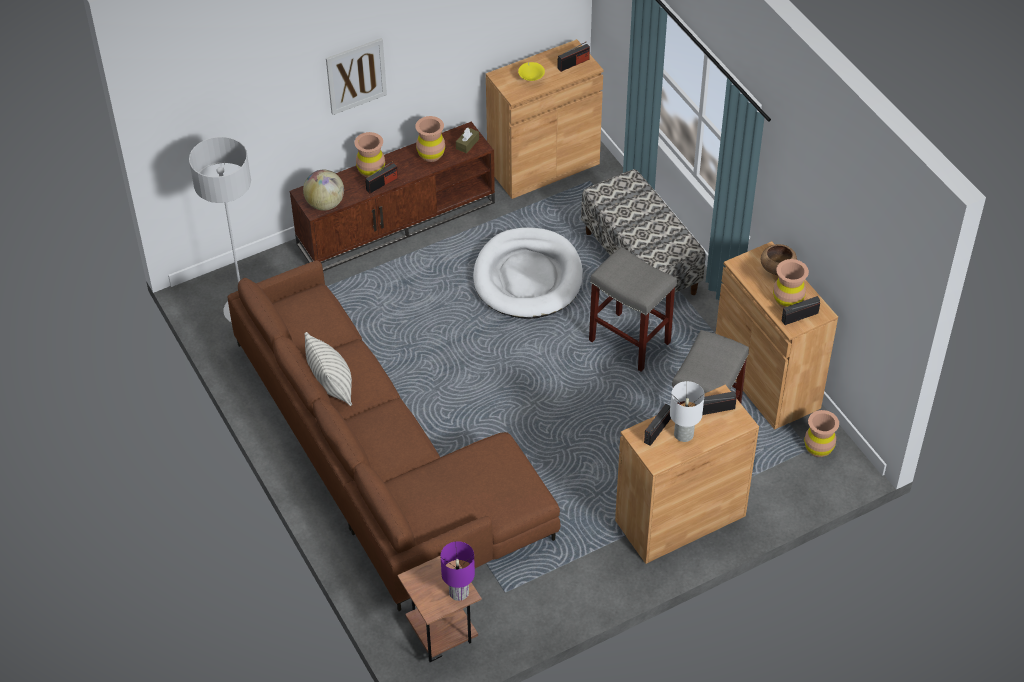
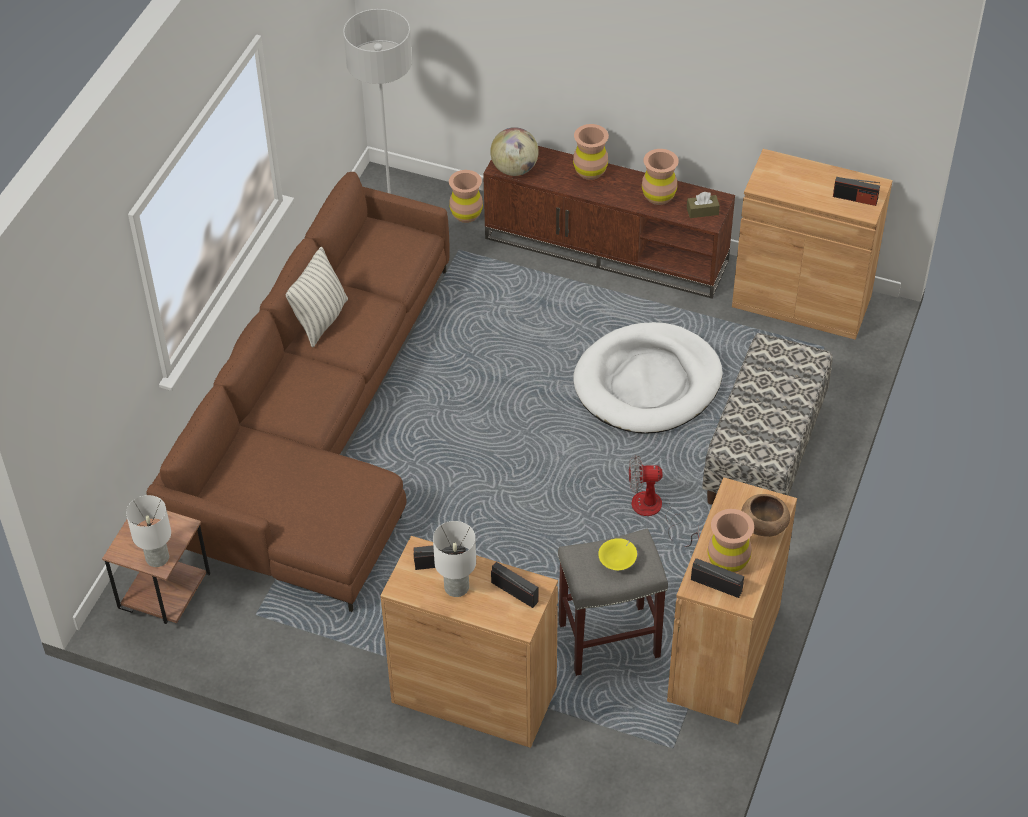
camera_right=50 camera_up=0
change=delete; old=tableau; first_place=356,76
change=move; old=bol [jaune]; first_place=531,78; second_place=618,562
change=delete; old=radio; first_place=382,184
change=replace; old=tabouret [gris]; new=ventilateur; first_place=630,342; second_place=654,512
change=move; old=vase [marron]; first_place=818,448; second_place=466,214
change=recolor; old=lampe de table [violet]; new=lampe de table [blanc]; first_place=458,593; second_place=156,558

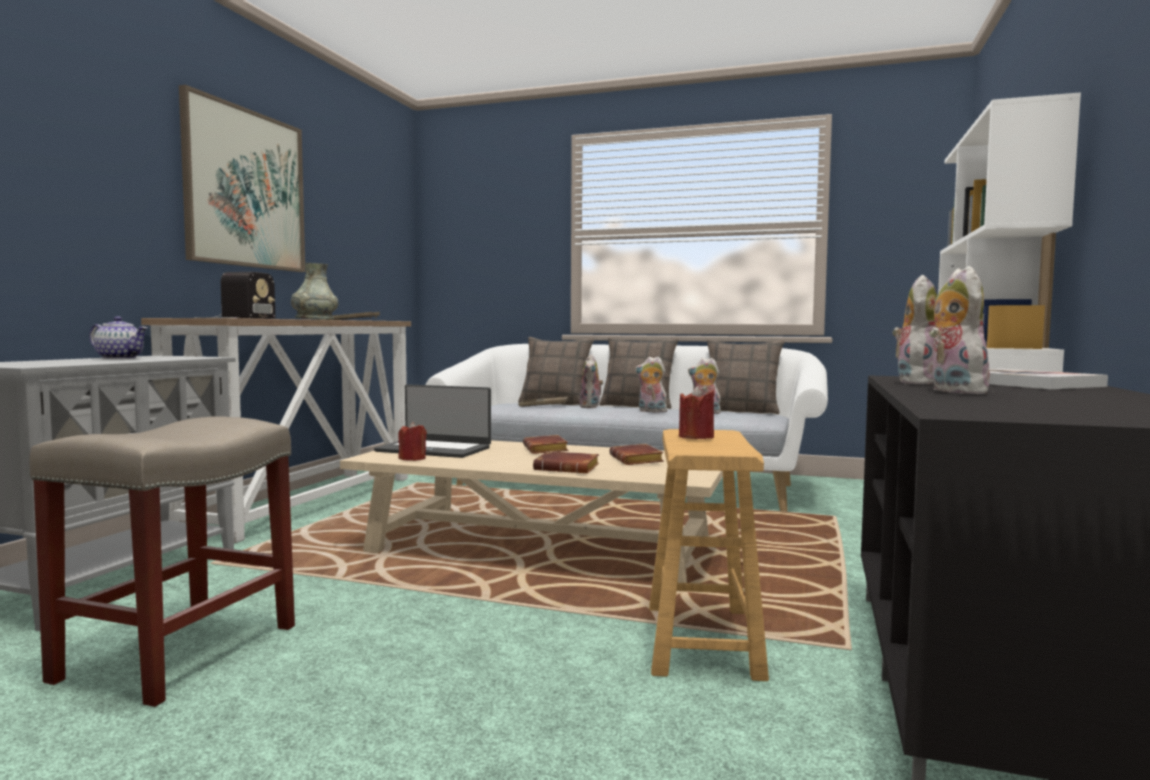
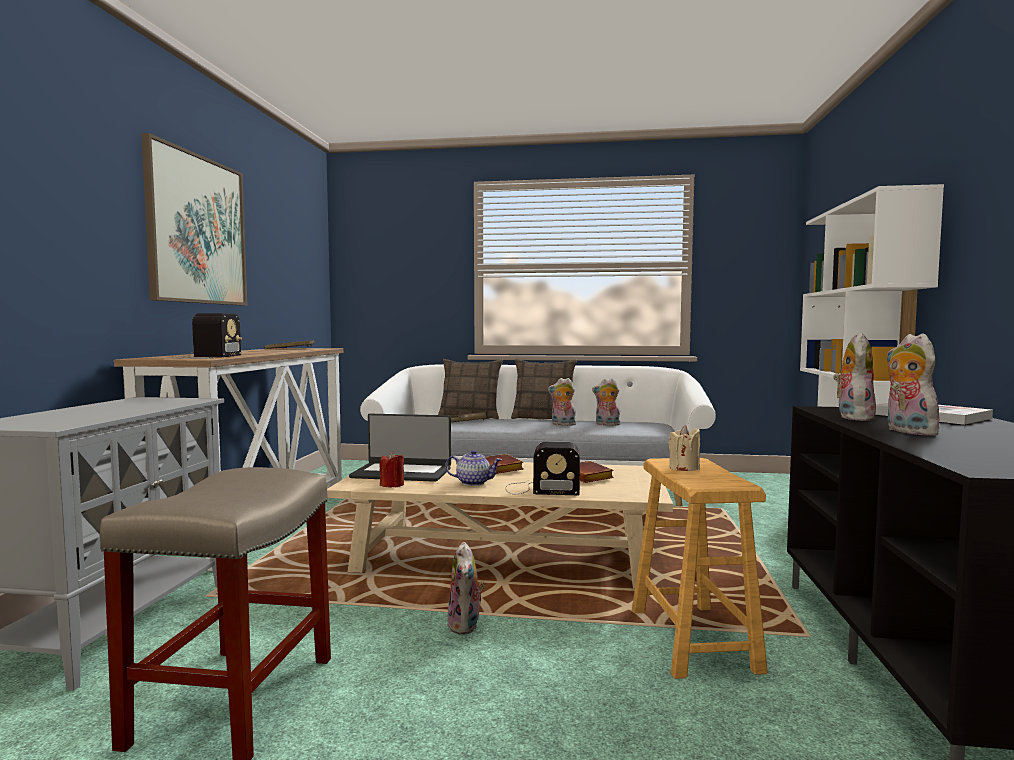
camera_right=-10 camera_up=0
change=delete; old=vase [gris]; first_place=314,319
change=move; old=théière; first_place=120,358; second_place=474,483
change=delete; old=coussin; first_place=741,411
change=move; old=peluche; first_place=591,407; second_place=466,625
change=recolor; old=bougie [rouge]; new=bougie [beige]; first_place=696,437; second_place=684,468
change=replace; old=livre [marron]; new=radio; first_place=568,468; second_place=539,489

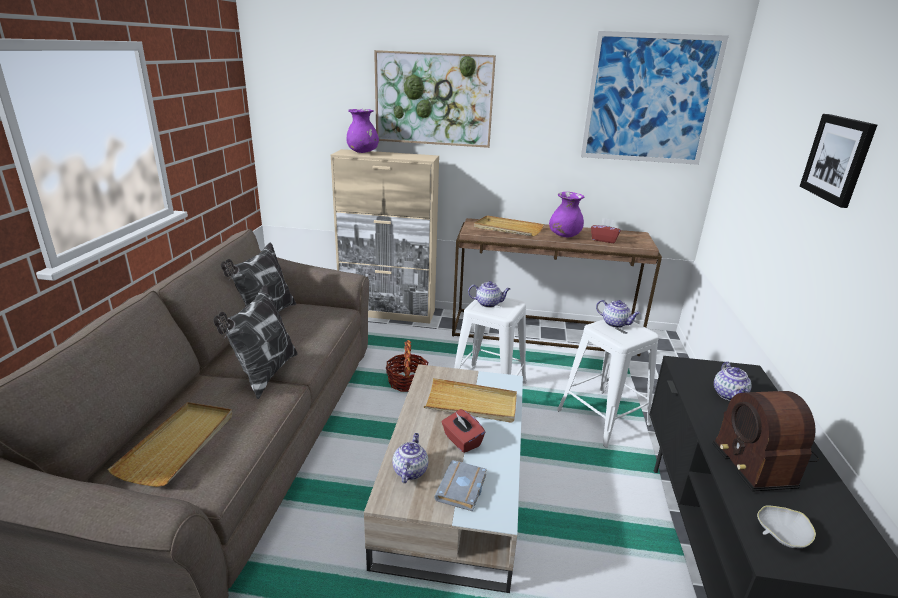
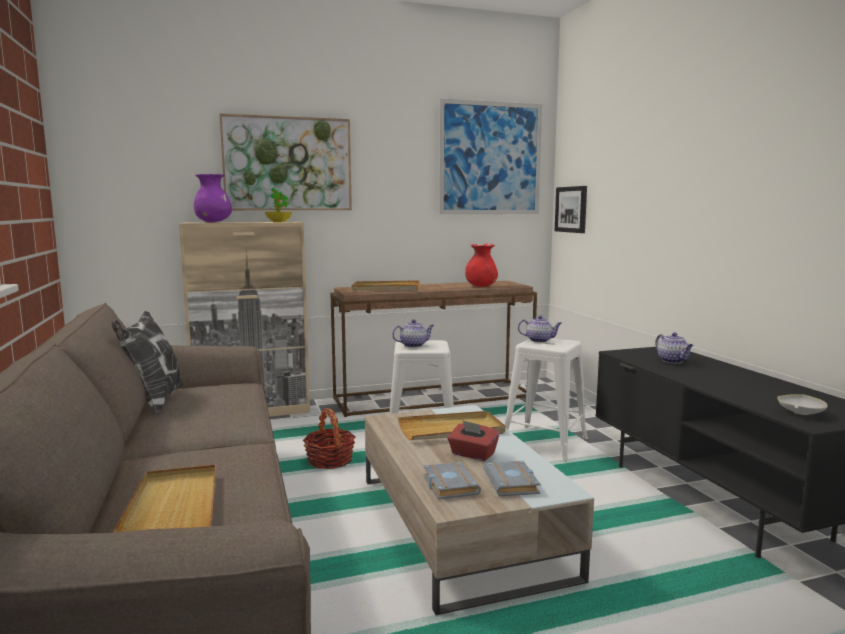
camera_right=-25 camera_up=-15
change=move; old=tableau; first_place=838,159; second_place=571,209
change=delete; old=vase [violet]; first_place=564,236
change=replace; old=boîte à mouchoirs [rouge]; new=vase [rouge]; first_place=604,240; second_place=481,286
change=delete; old=coussin; first_place=264,375
change=delete; old=radio; first_place=761,457
change=replace; old=théière; new=livre [gris]; first_place=410,471; second_place=448,484
change=insert; new=plante en pot; second_place=278,222

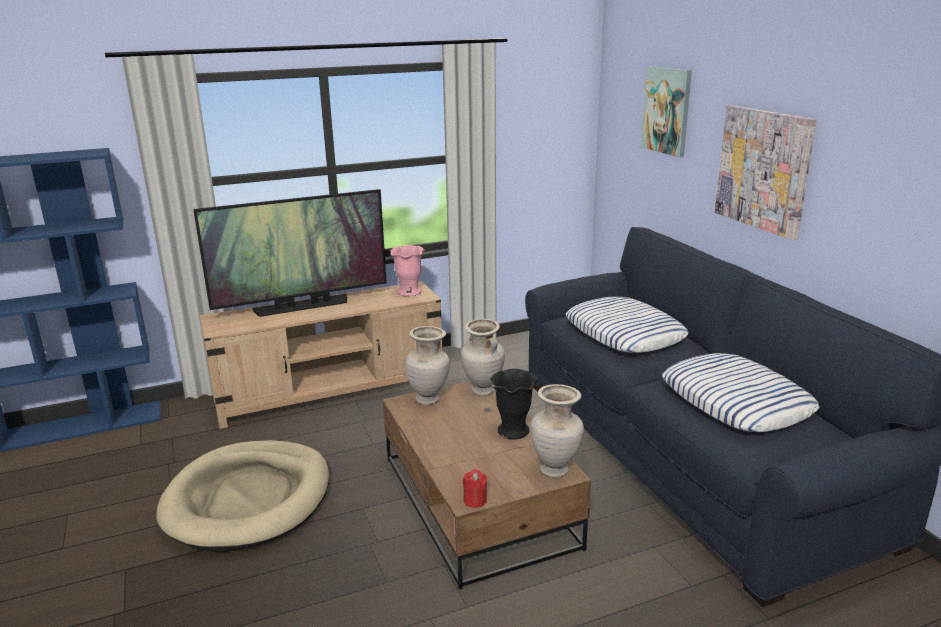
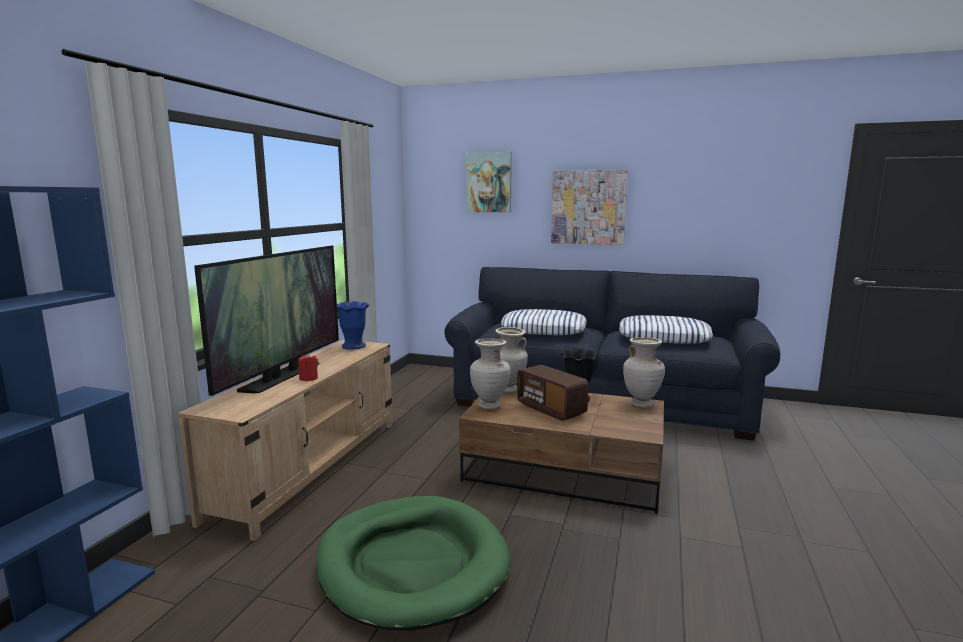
camera_right=-50 camera_up=-10
change=recolor; old=vase [rose]; new=vase [bleu]; first_place=409,292; second_place=353,346
change=recolor; old=panier pour chien [beige]; new=panier pour chien [vert]; first_place=248,499; second_place=412,564
change=move; old=bougie [rouge]; first_place=475,500; second_place=308,378
change=insert; new=radio; second_place=551,409

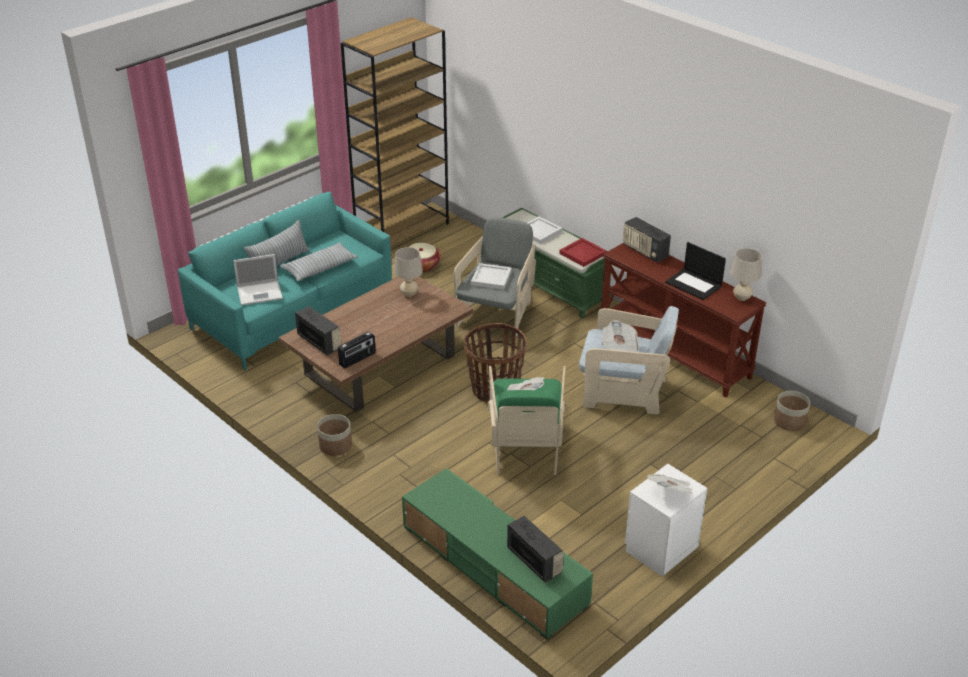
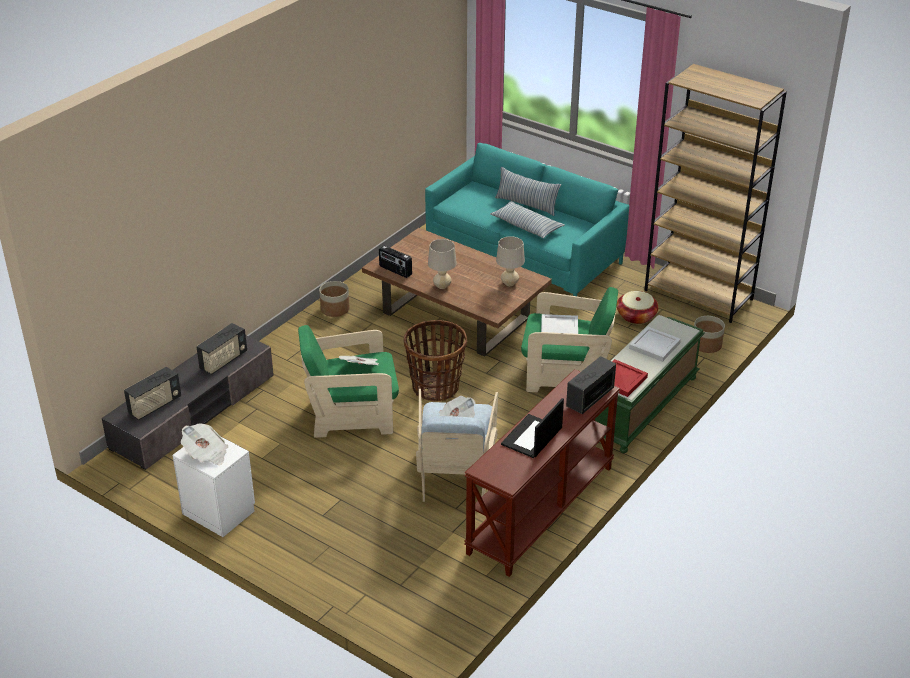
camera_right=80 camera_up=0
change=recolor; old=fauteuil [gris]; new=fauteuil [vert]; first_place=496,314; second_place=566,375
change=move; old=lampe de table [beige]; first_place=742,297; second_place=442,286
change=delete; old=ordinateur portable; first_place=260,293
change=move; old=radio; first_place=319,342; second_place=224,361
change=move; old=cache-pot; first_place=790,422; second_place=706,345
change=recolor; old=meuble télé [vert]; new=meuble télé [gris]; first_place=493,565; second_place=193,412

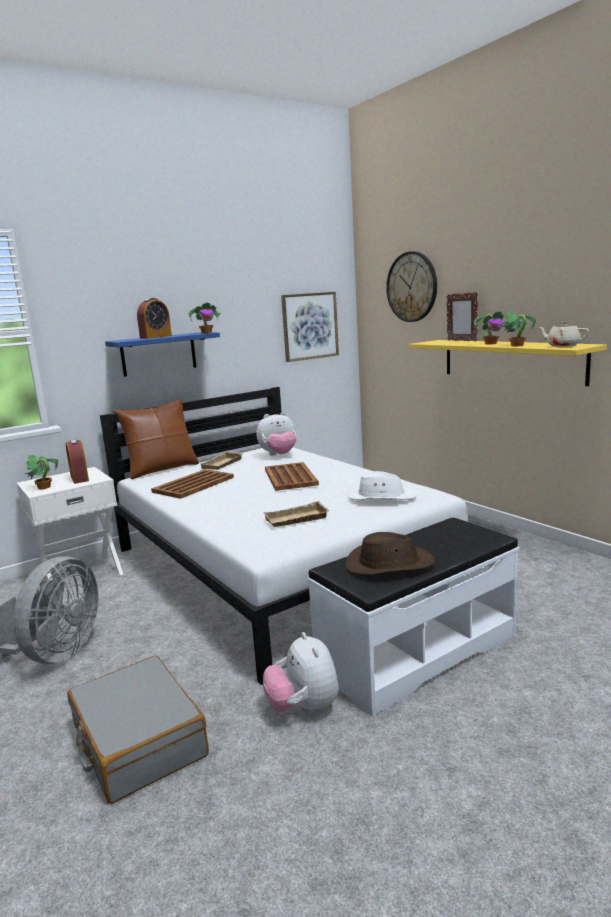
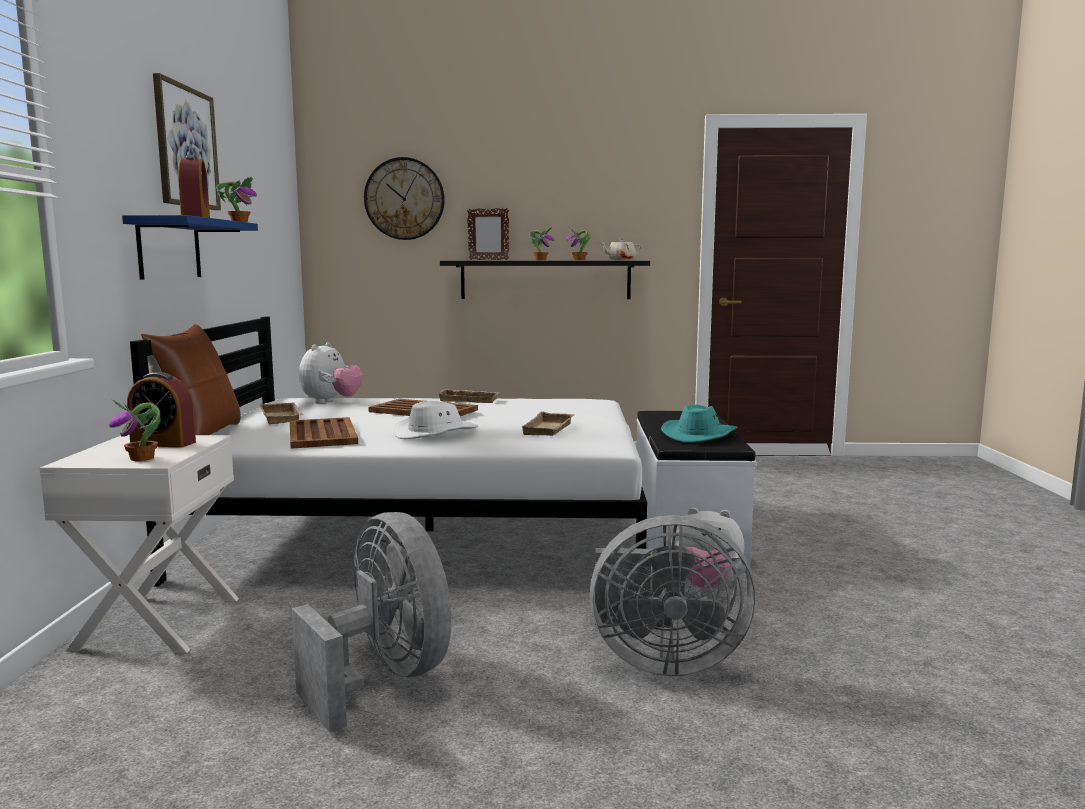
camera_right=-55 camera_up=-5
change=move; old=tableau; first_place=310,326; second_place=186,147
change=recolor; old=étagère [jaune]; new=étagère [noir]; first_place=511,360; second_place=545,279
change=move; old=chapeau [blanc]; first_place=381,496; second_place=435,433
change=recolor; old=chapeau [marron]; new=chapeau [turquoise]; first_place=389,565; second_place=699,435
change=replace; old=valise [gris]; new=ventilateur [gris]; first_place=138,741; second_place=661,661
change=insert; new=plateau [beige]; second_place=470,400

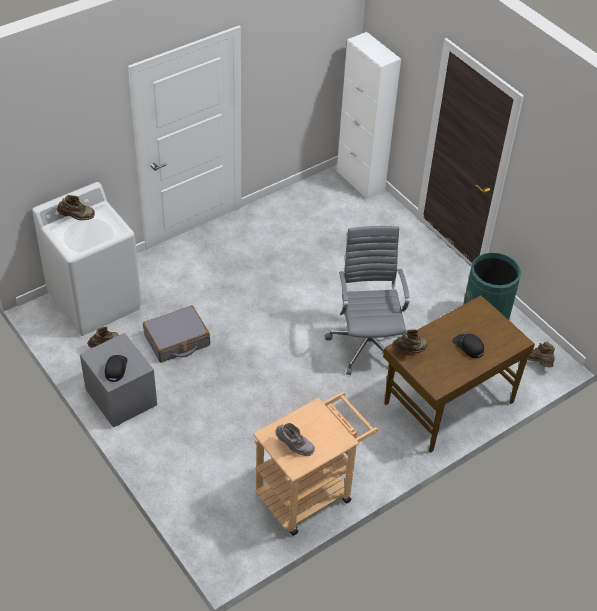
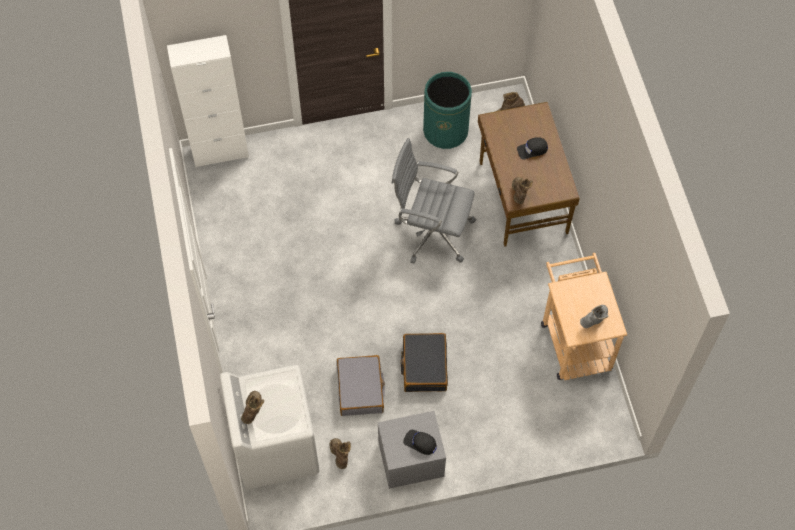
camera_right=-65 camera_up=15
change=insert; new=valise [noir]; second_place=424,366

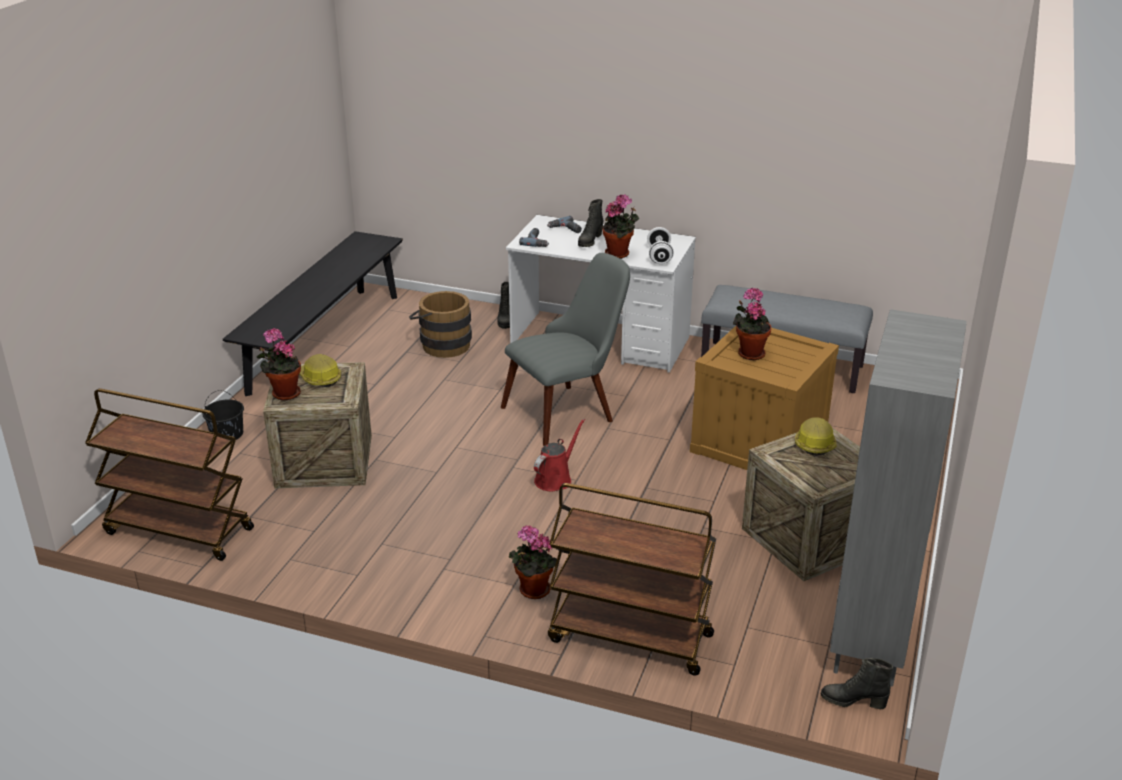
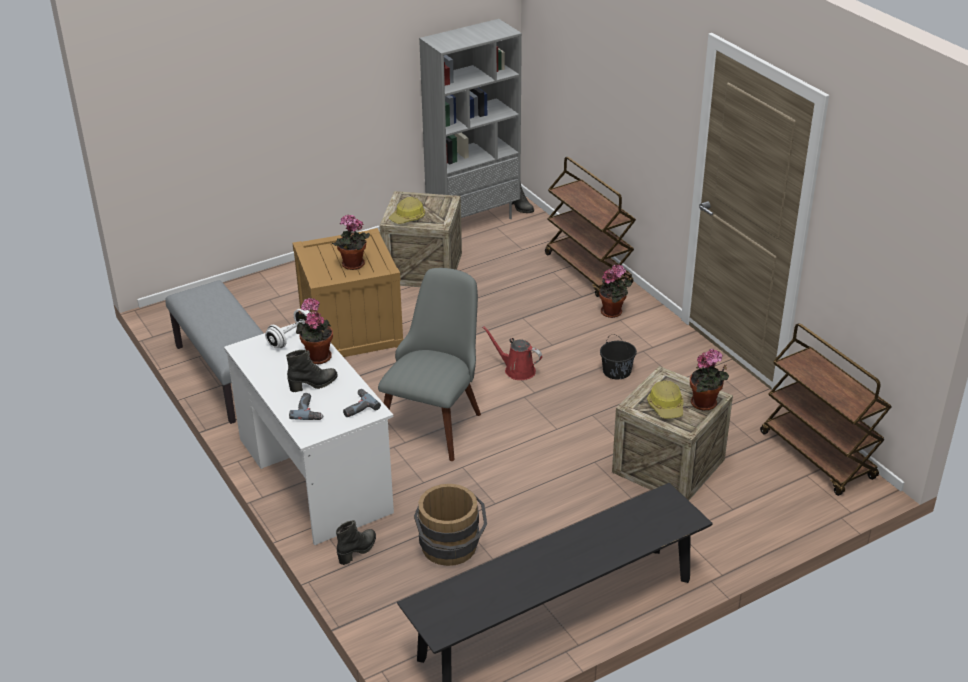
camera_right=-140 camera_up=5
change=rotate; old=chaise [gris]; first_place=569,410; second_place=436,419; degrees=105
change=move; old=seau [noir]; first_place=226,434; second_place=617,371
change=rotate; old=arrosoir [rouge]; first_place=555,479; second_place=516,370; degrees=45

